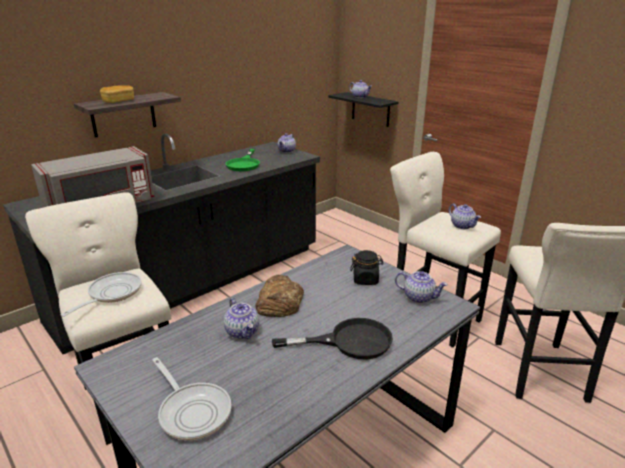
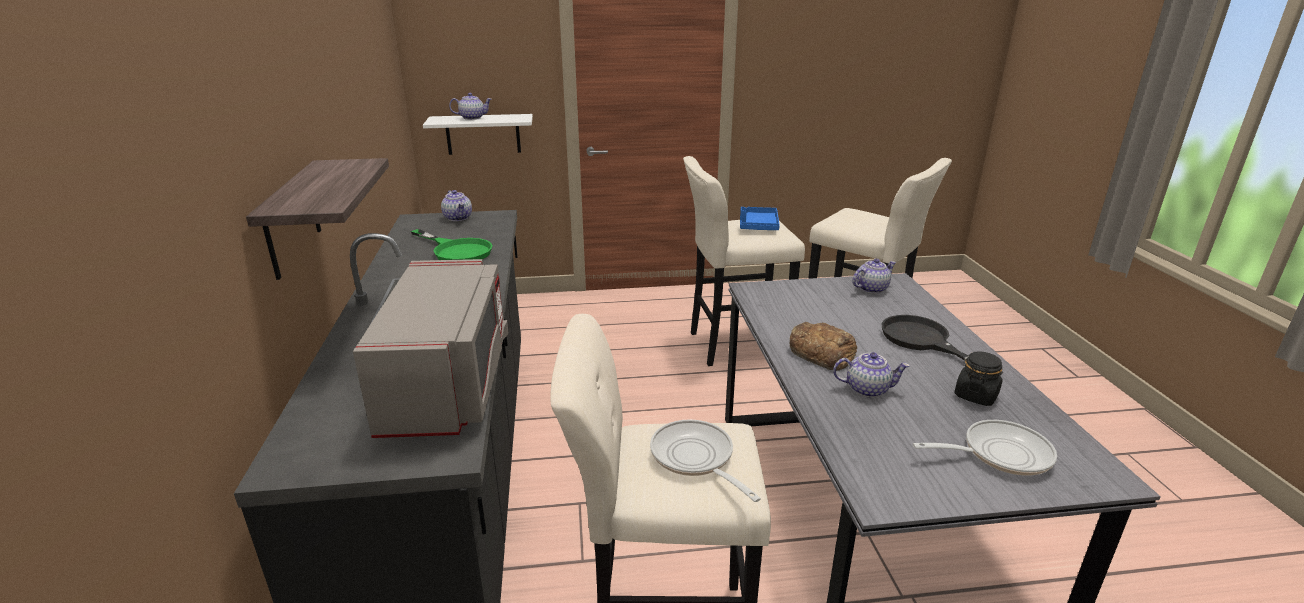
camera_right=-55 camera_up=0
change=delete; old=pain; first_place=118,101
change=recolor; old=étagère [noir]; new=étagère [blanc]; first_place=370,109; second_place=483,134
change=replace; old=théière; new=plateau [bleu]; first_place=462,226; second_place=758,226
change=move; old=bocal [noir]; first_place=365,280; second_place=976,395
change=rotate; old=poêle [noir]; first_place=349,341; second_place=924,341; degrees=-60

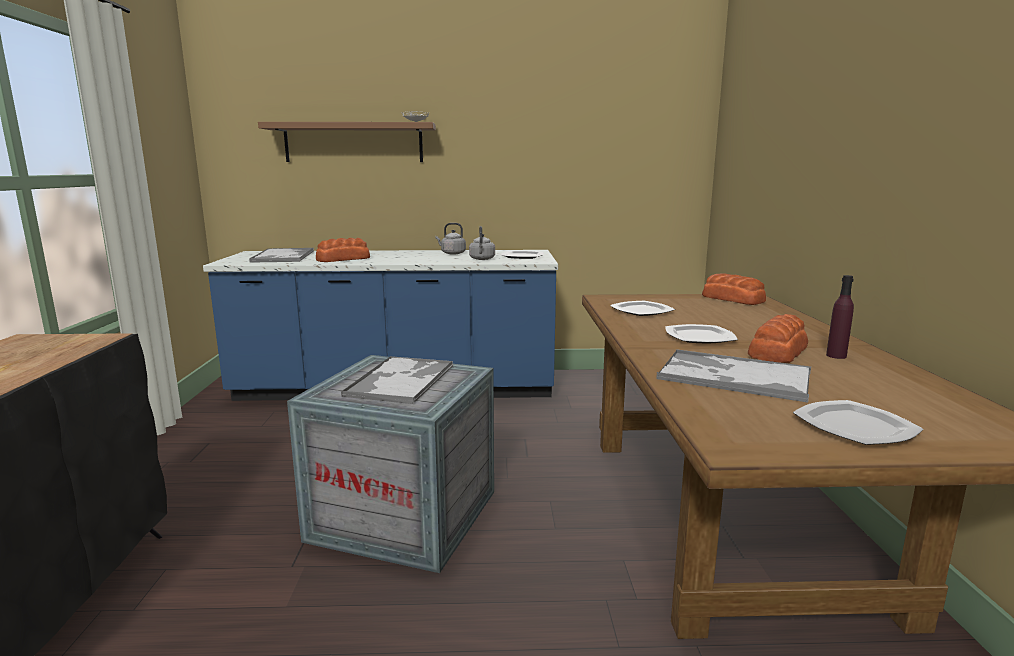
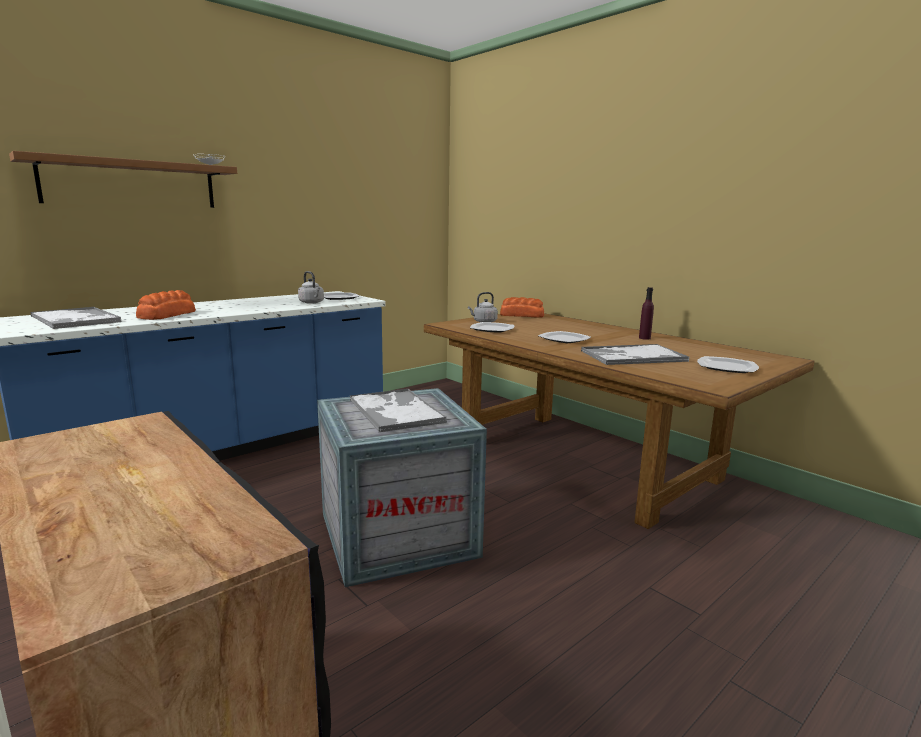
camera_right=-40 camera_up=0
change=move; old=bouilloire [gris]; first_place=452,253; second_place=483,322
change=delete; old=pain; first_place=777,351

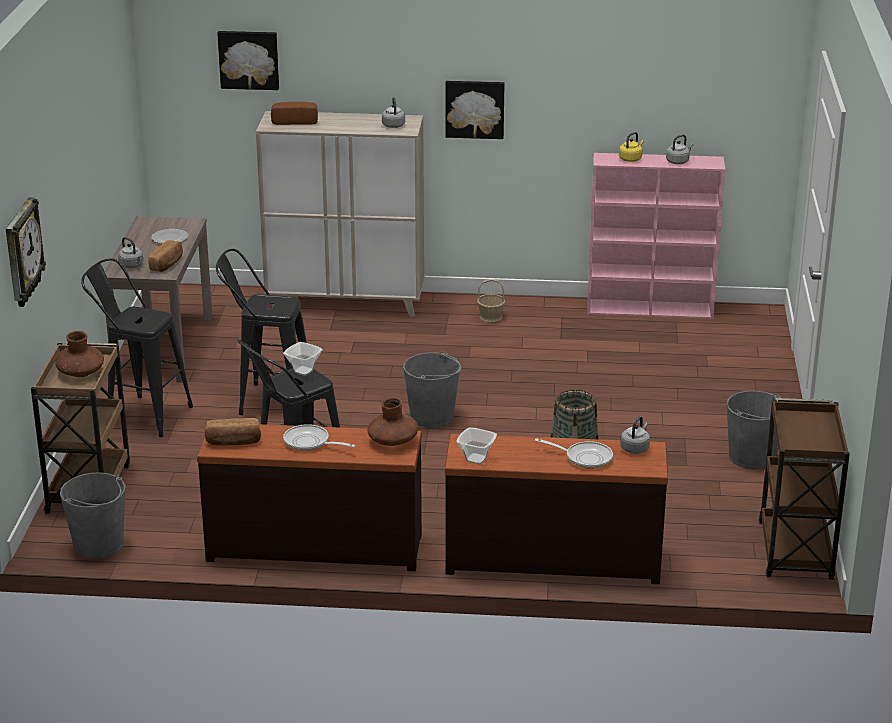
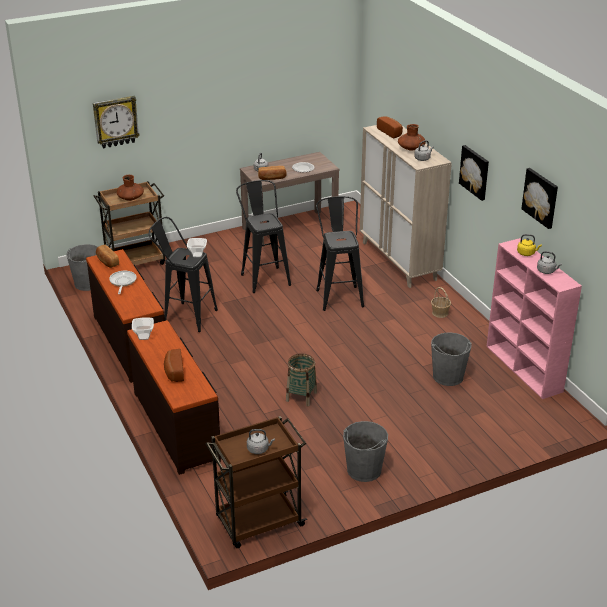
camera_right=60 camera_up=5
change=move; old=tableau; first_place=249,59; second_place=541,197
change=move; old=tabouret [noir]; first_place=141,414; second_place=339,295
change=move; old=seau [gris]; first_place=432,416; second_place=448,376
change=move; old=vase [marron]; first_place=392,441; second_place=411,148
change=move; old=bouilloire [gris]; first_place=635,448; second_place=259,449
change=replace; old=poêle; new=pain; first_place=584,458; second_place=173,372

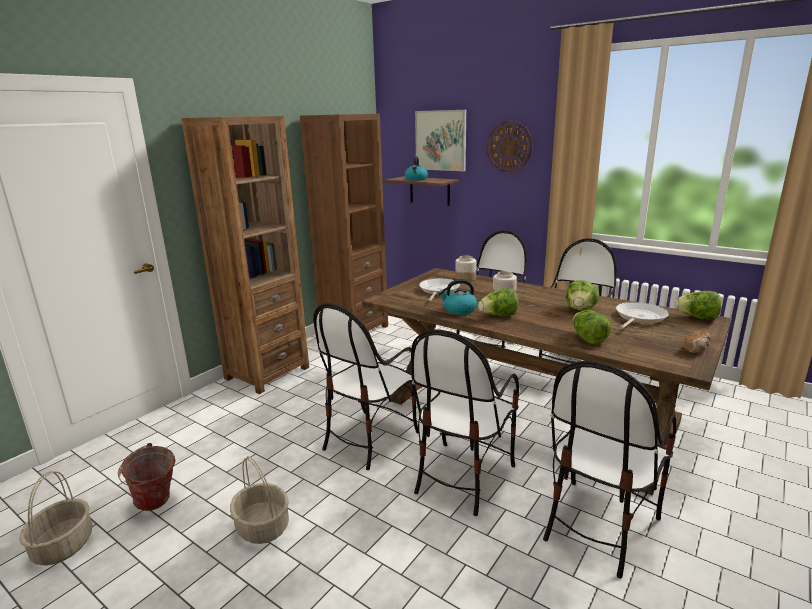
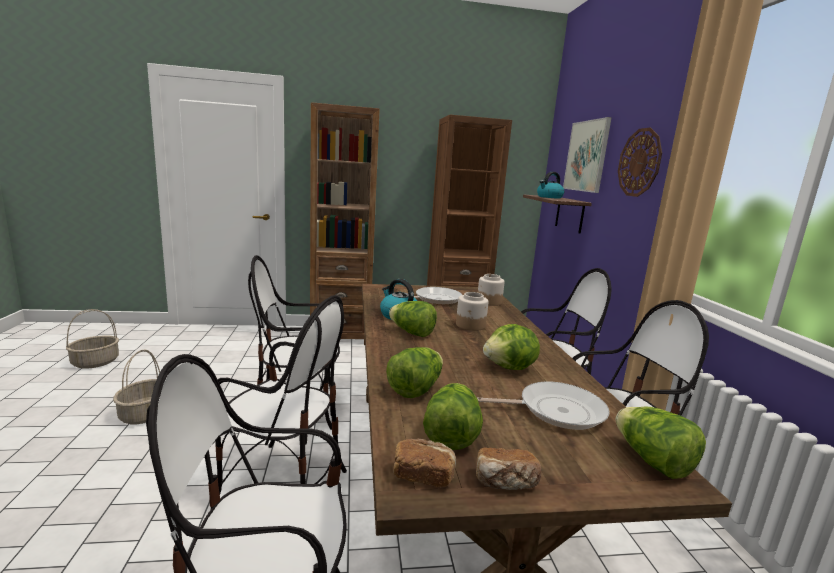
camera_right=45 camera_up=-5
change=rotate; old=chaise; first_place=462,476; second_place=283,482; degrees=-150
change=delete; old=seau; first_place=155,504
change=insert; new=laitue; second_place=451,435
change=insert; new=pain; second_place=423,475

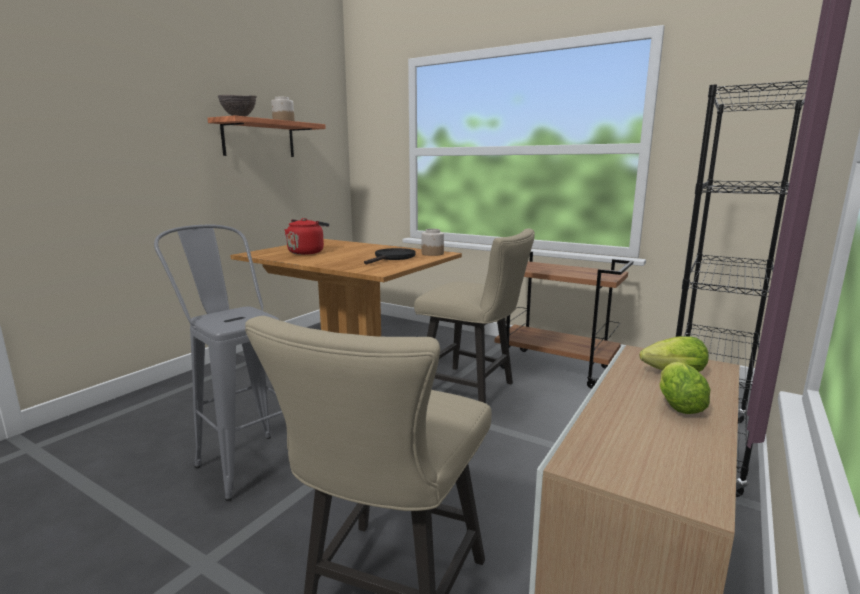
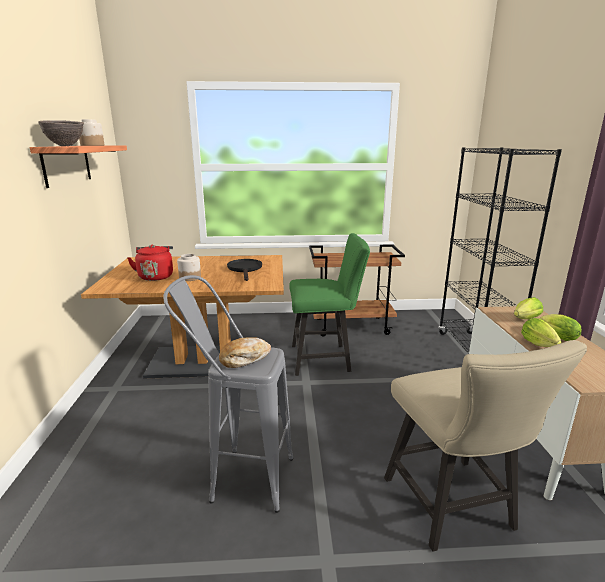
camera_right=-35 camera_up=5
change=recolor; old=chaise [beige]; new=chaise [vert]; first_place=473,390; second_place=325,358
change=move; old=bocal; first_place=433,253; second_place=190,278
change=insert; new=laitue; second_place=540,345
change=insert; new=pain; second_place=244,358

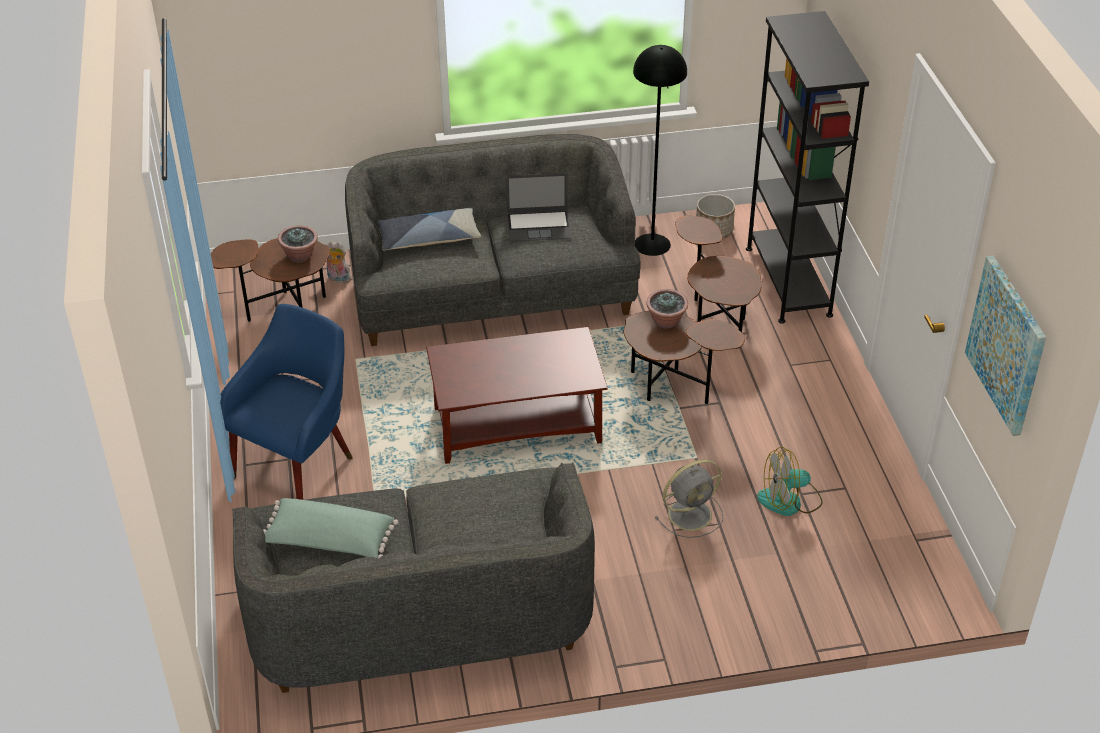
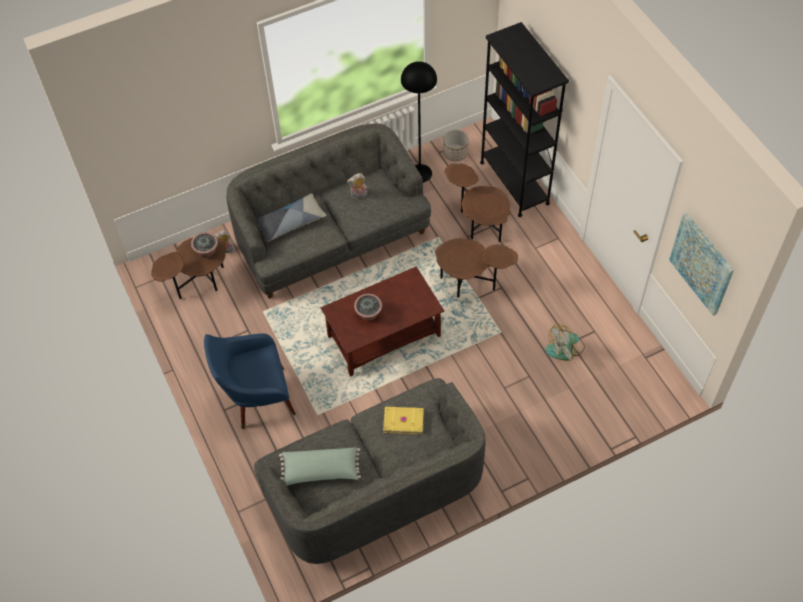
camera_right=-15 camera_up=15
change=replace; old=ordinateur portable; new=peluche; first_place=538,226; second_place=358,195
change=move; old=plante en pot; first_place=666,322; second_place=369,314
change=rotate; old=fauteuil [bleu]; first_place=297,461; second_place=257,398; degrees=-120
change=delete; old=ventilateur [gris]; first_place=691,514
change=insert; new=livre [jaune]; second_place=403,420

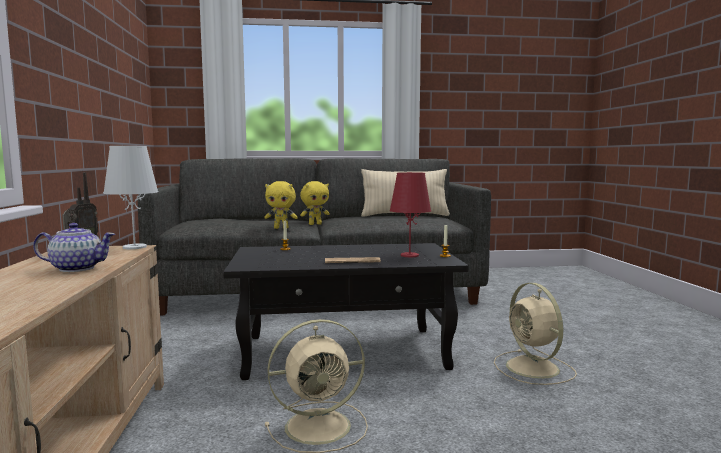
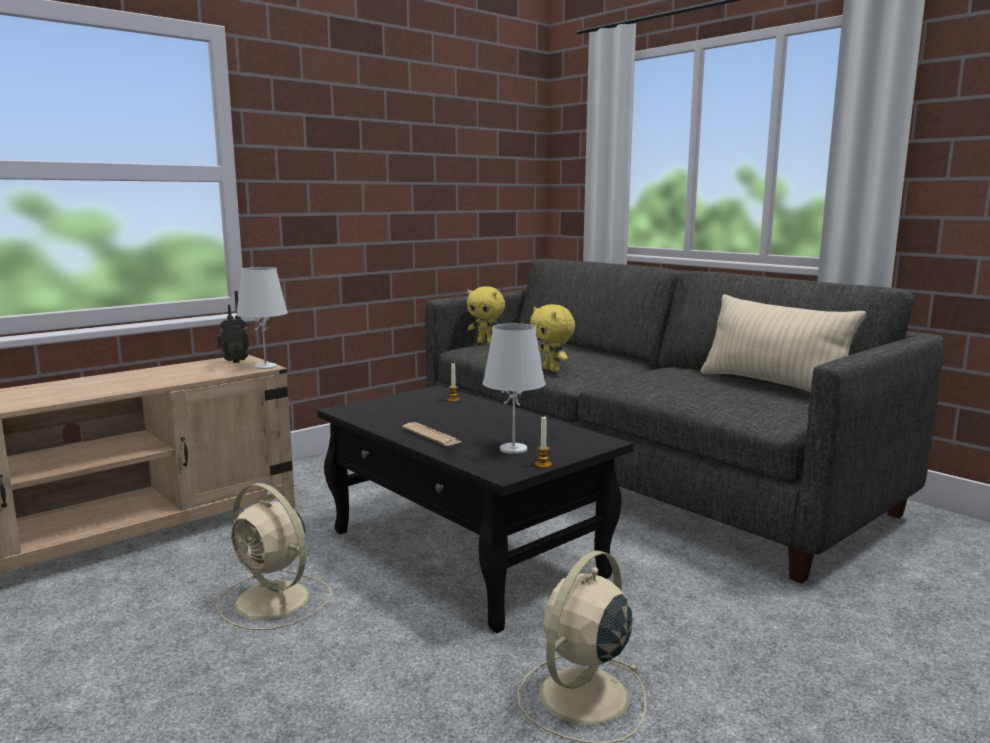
camera_right=55 camera_up=5
change=recolor; old=lampe de table [rouge]; new=lampe de table [blanc]; first_place=409,255; second_place=513,449
change=move; old=peluche [jaune]; first_place=315,224; second_place=486,343
change=delete; old=théière; first_place=76,268

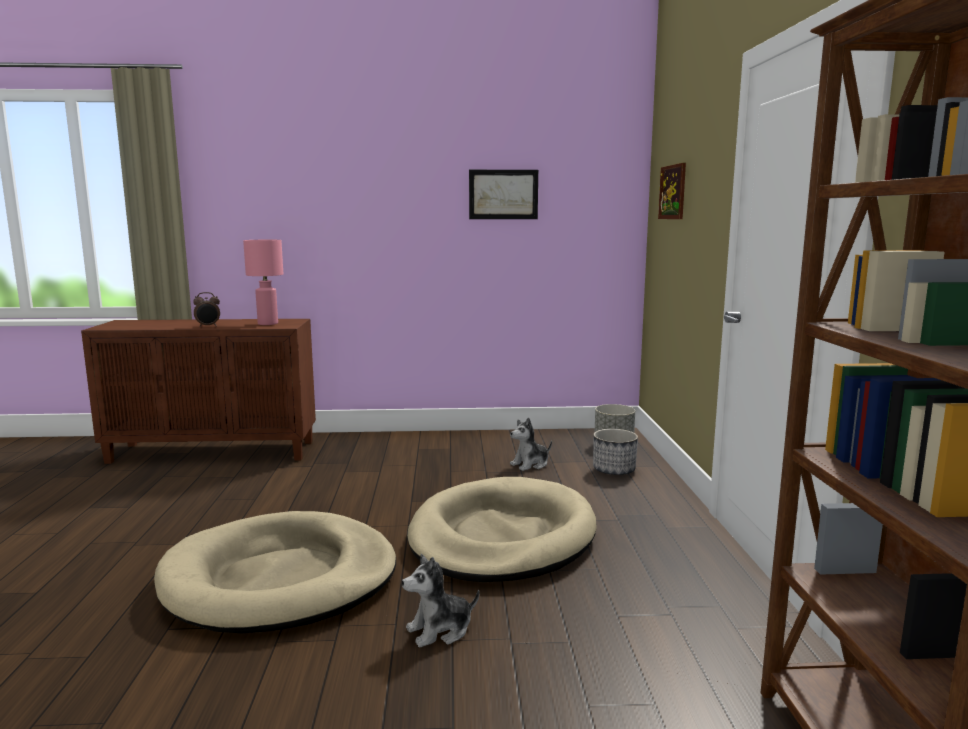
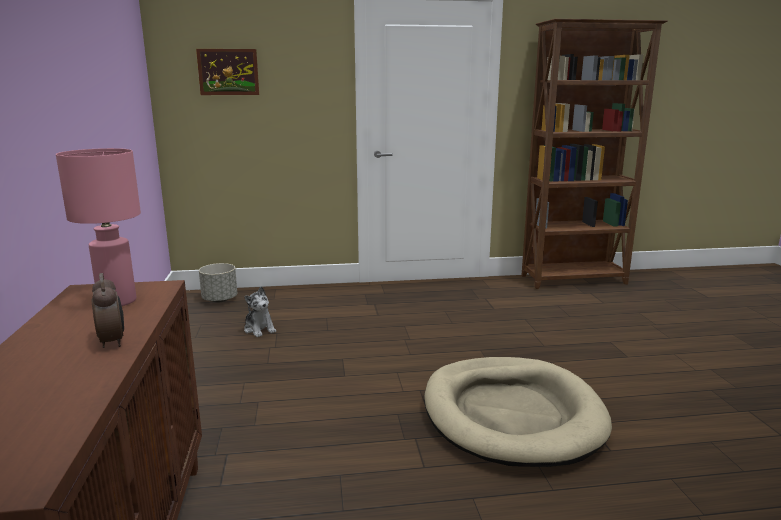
camera_right=-95 camera_up=5
change=delete; old=tableau; first_place=503,194
change=delete; old=cache-pot; first_place=614,470
change=delete; old=panier pour chien [beige]; first_place=502,537
change=delete; old=peluche; first_place=440,630

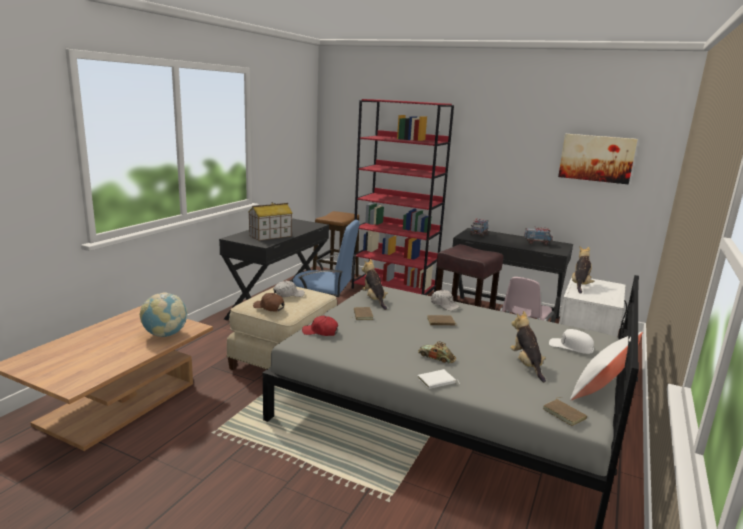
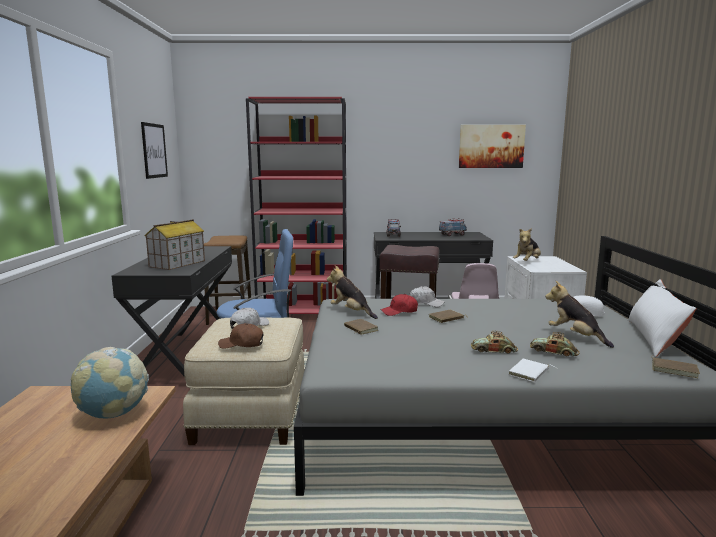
camera_right=-25 camera_up=-5
change=rotate; old=peluche; first_place=580,285; second_place=527,262; degrees=-135
change=move; old=casquette [rouge]; first_place=320,332; second_place=399,311
change=insert; new=tableau; second_place=154,150
change=insert; new=petite voiture; second_place=553,352

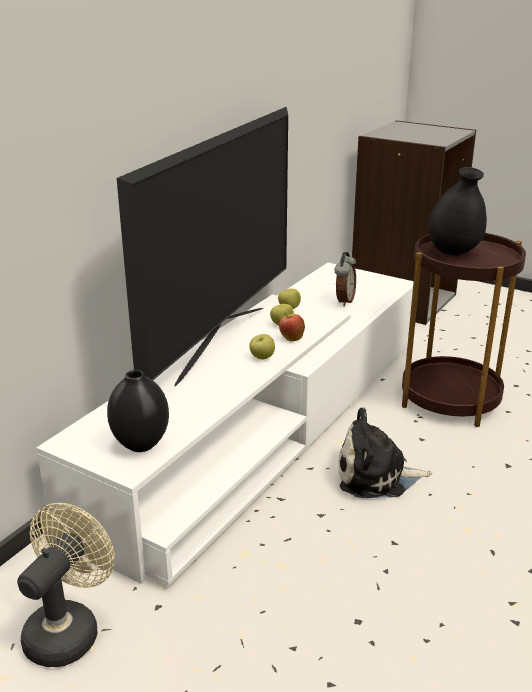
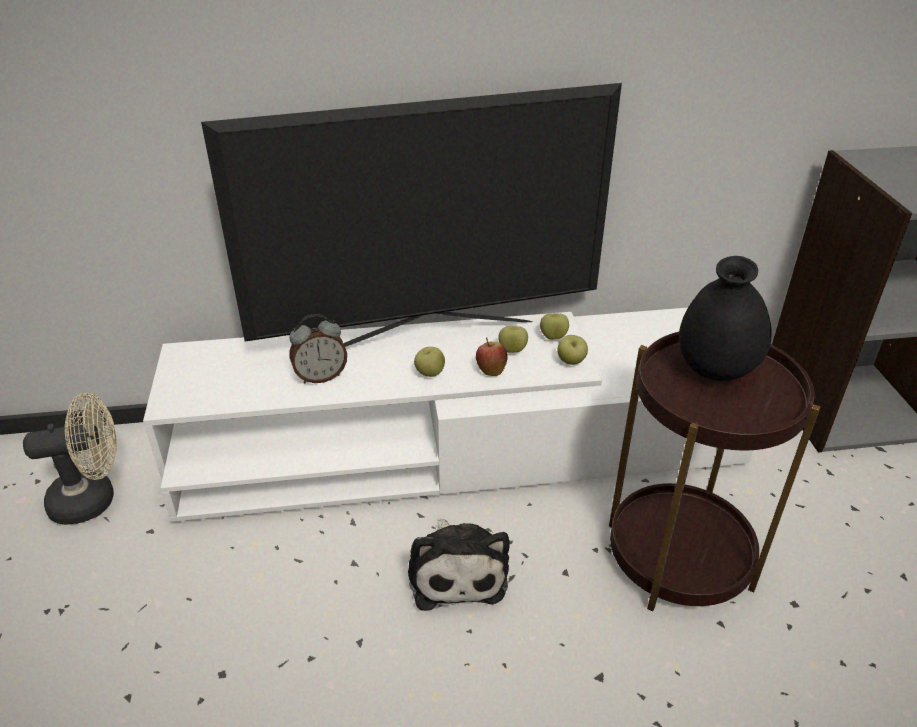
camera_right=50 camera_up=10
change=move; old=réveil; first_place=343,301; second_place=321,376
change=delete; old=vase [noir]; first_place=140,444
change=rotate; old=peluche; first_place=376,476; second_place=456,571; degrees=-150
change=insert; new=pomme; second_place=571,362

